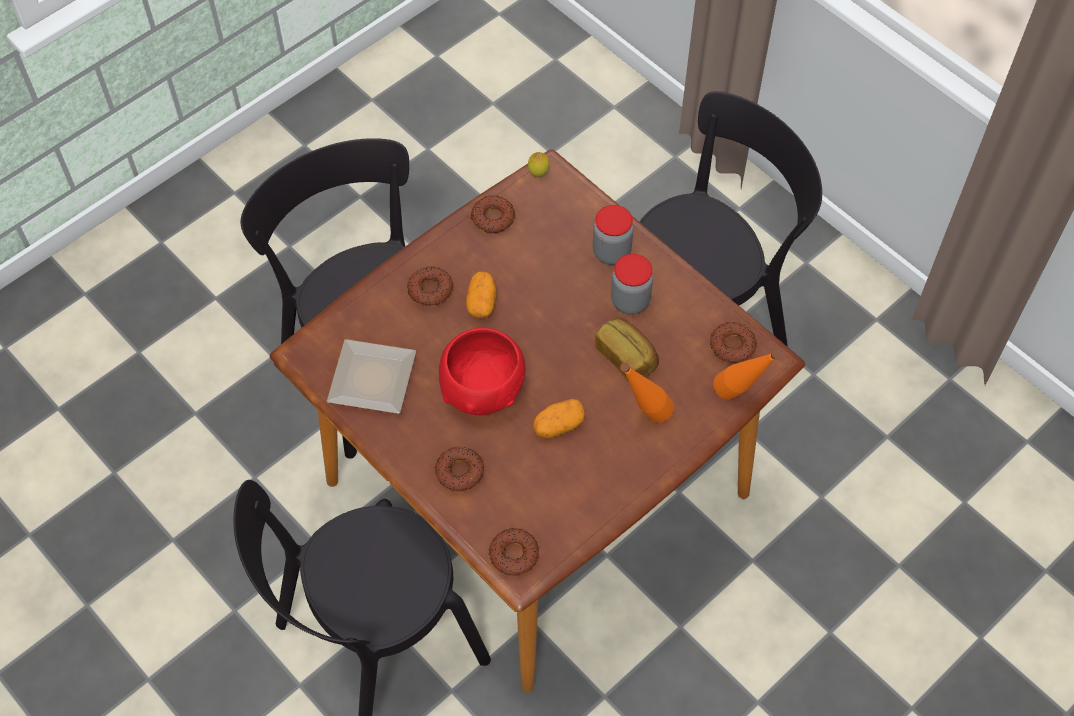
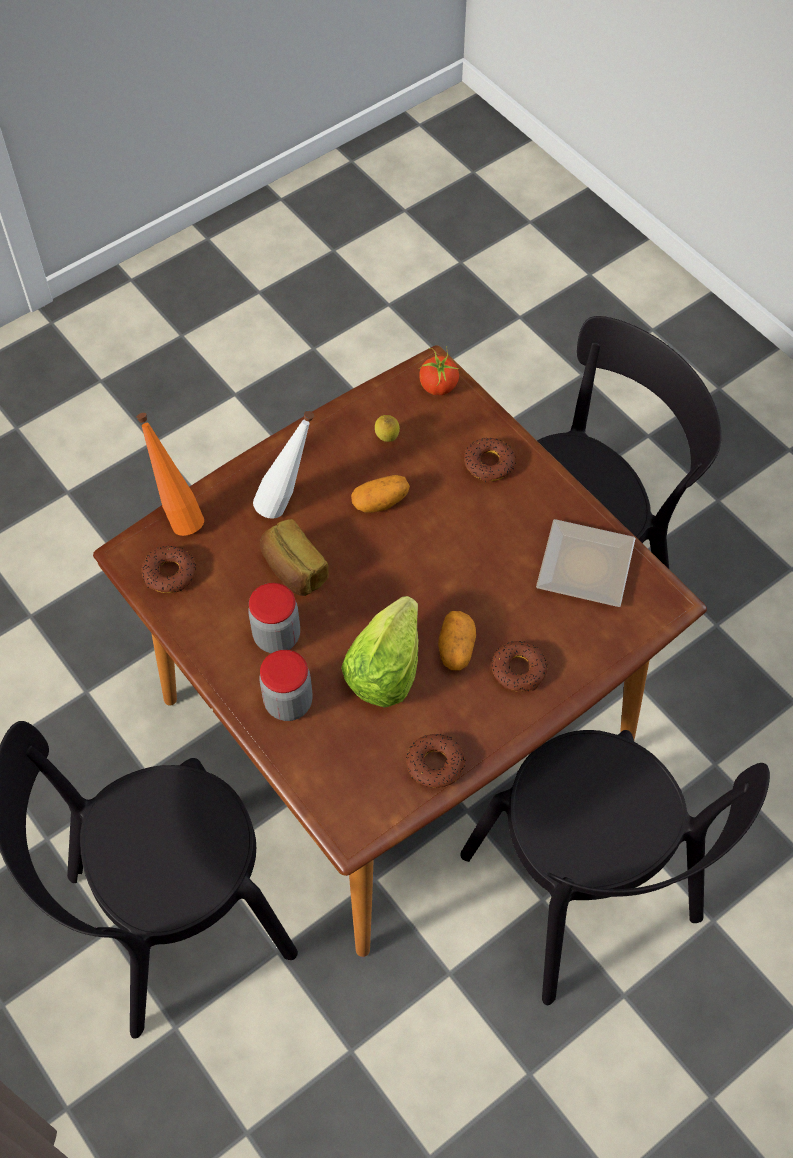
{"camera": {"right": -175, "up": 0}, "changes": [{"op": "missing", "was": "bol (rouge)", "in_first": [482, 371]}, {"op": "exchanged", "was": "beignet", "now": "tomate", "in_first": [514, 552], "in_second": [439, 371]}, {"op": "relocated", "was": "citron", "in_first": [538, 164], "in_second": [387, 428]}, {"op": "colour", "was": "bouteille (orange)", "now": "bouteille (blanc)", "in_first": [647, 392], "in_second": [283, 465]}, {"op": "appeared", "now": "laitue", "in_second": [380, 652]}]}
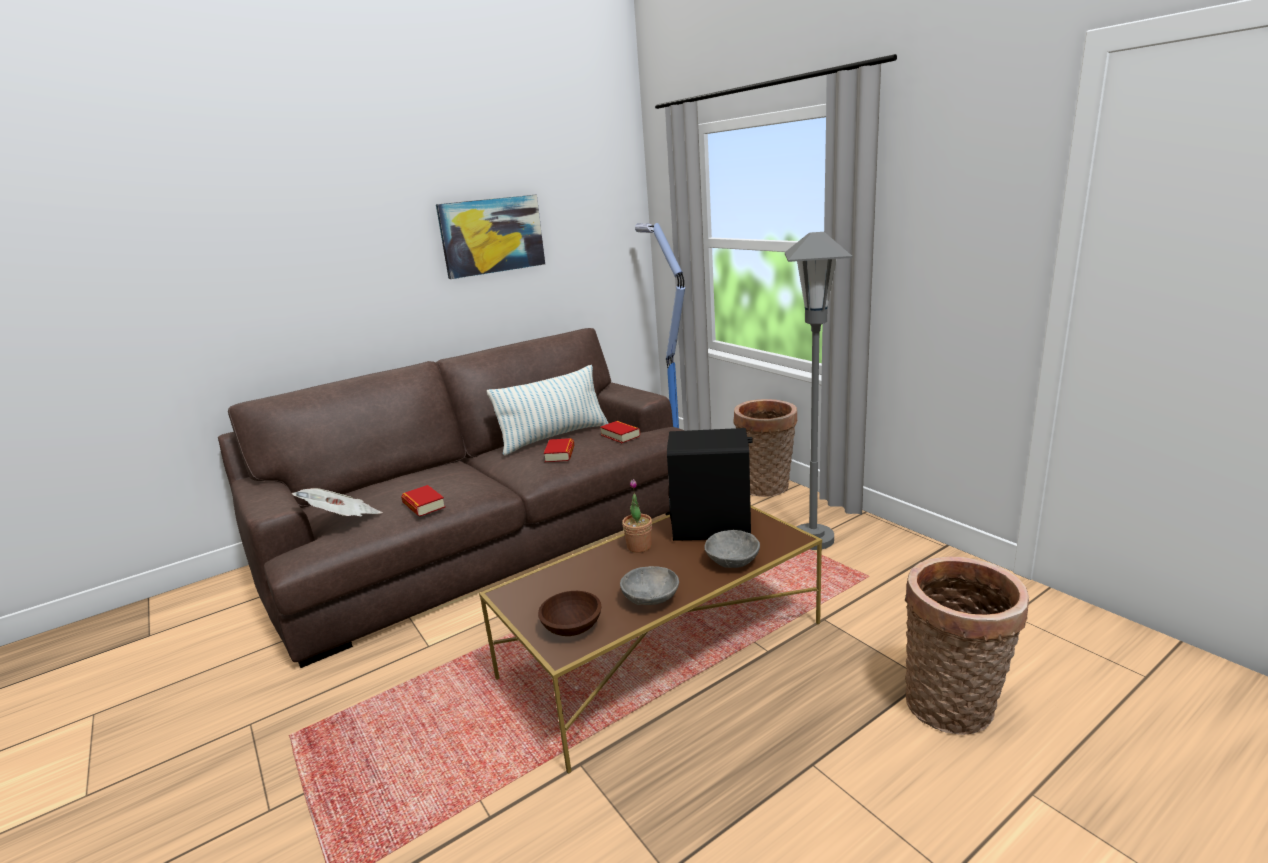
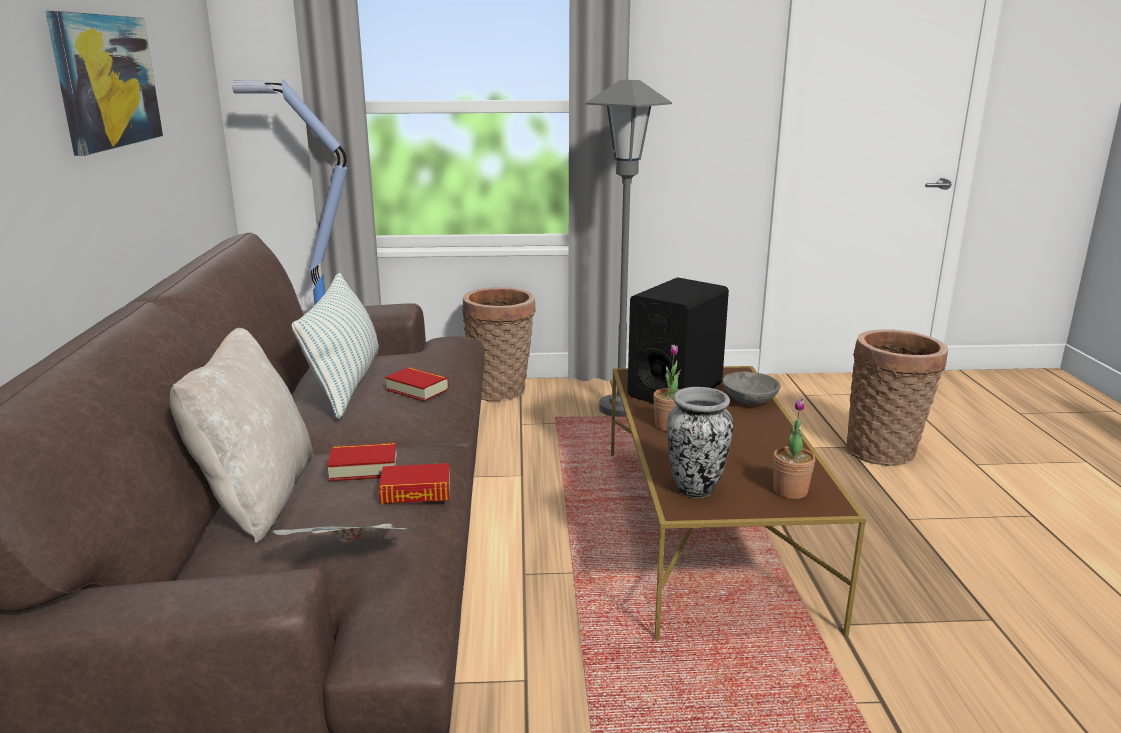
{"camera": {"right": -60, "up": 0}, "changes": [{"op": "exchanged", "was": "bol (marron)", "now": "plante en pot", "in_first": [569, 613], "in_second": [794, 448]}, {"op": "relocated", "was": "livre", "in_first": [620, 432], "in_second": [362, 462]}, {"op": "missing", "was": "bol (gris)", "in_first": [649, 585]}, {"op": "appeared", "now": "coussin (beige)", "in_second": [242, 435]}, {"op": "appeared", "now": "vase", "in_second": [700, 442]}]}
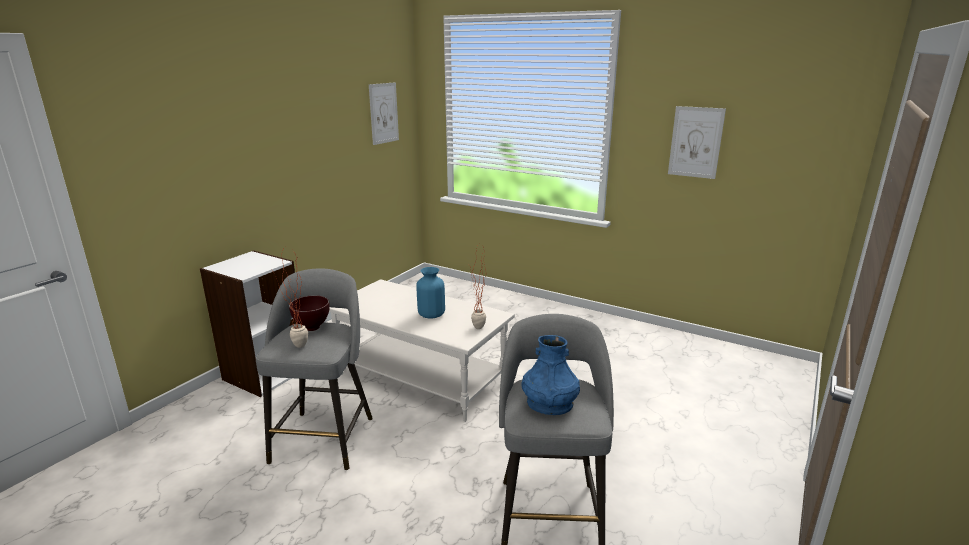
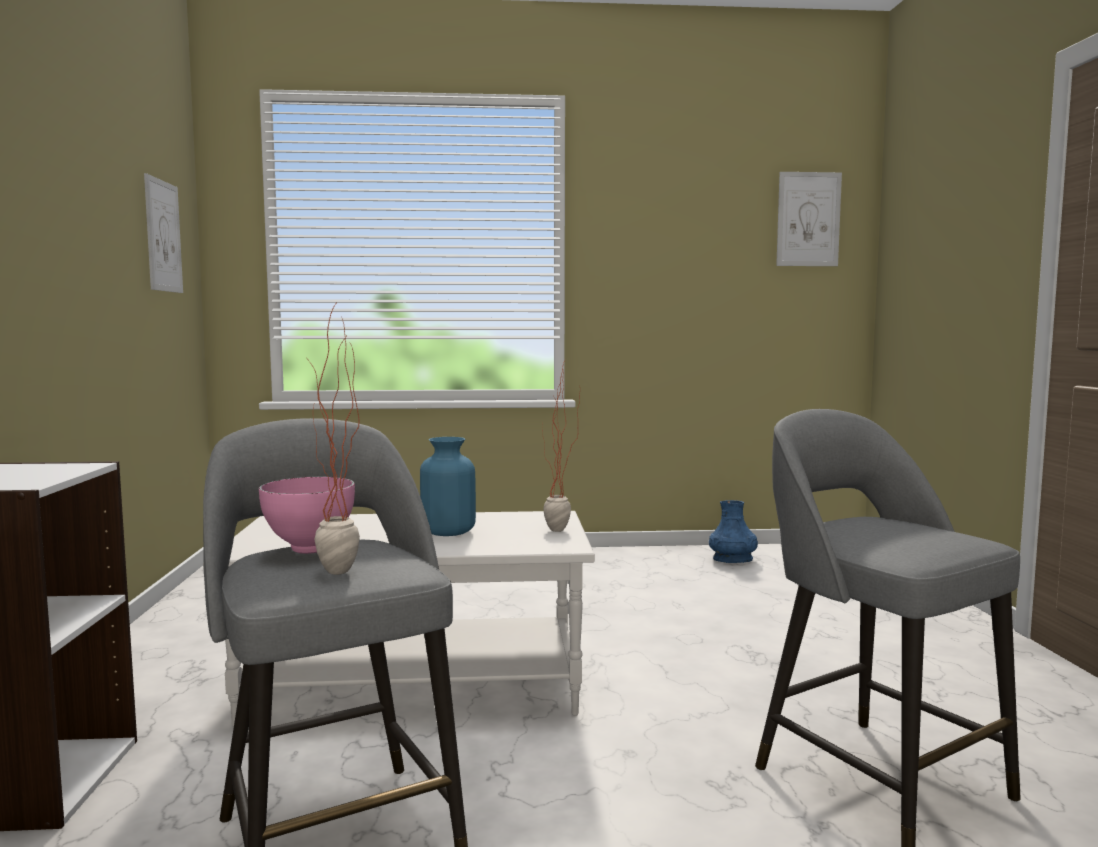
{"camera": {"right": -35, "up": -15}, "changes": [{"op": "colour", "was": "bol (marron)", "now": "bol (rose)", "in_first": [309, 313], "in_second": [307, 515]}, {"op": "relocated", "was": "vase (bleu)", "in_first": [550, 375], "in_second": [733, 531]}, {"op": "relocated", "was": "tableau", "in_first": [697, 142], "in_second": [809, 219]}]}
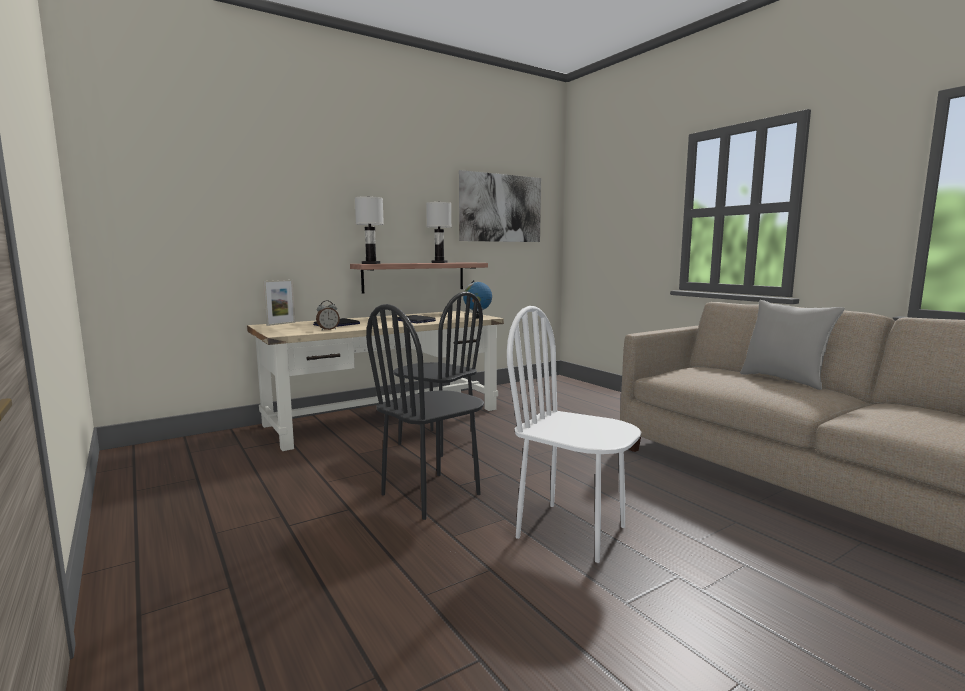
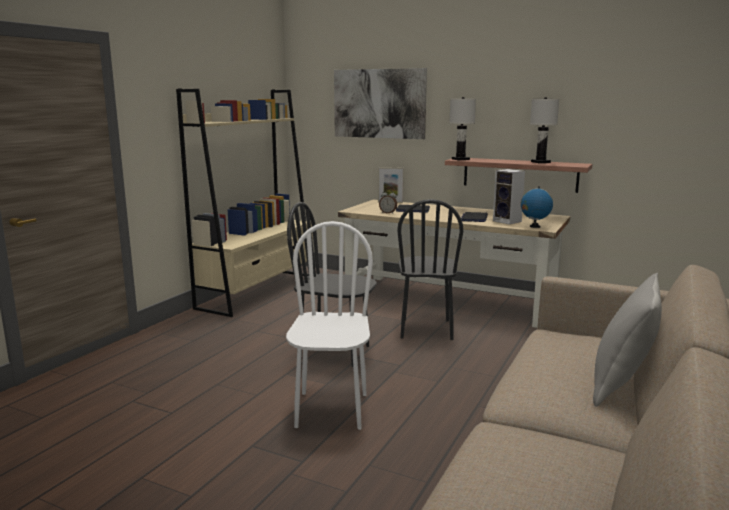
{"camera": {"right": 60, "up": 5}, "changes": [{"op": "relocated", "was": "tableau", "in_first": [500, 206], "in_second": [380, 103]}, {"op": "appeared", "now": "bibliothèque (beige)", "in_second": [244, 202]}, {"op": "appeared", "now": "enceinte", "in_second": [509, 197]}]}
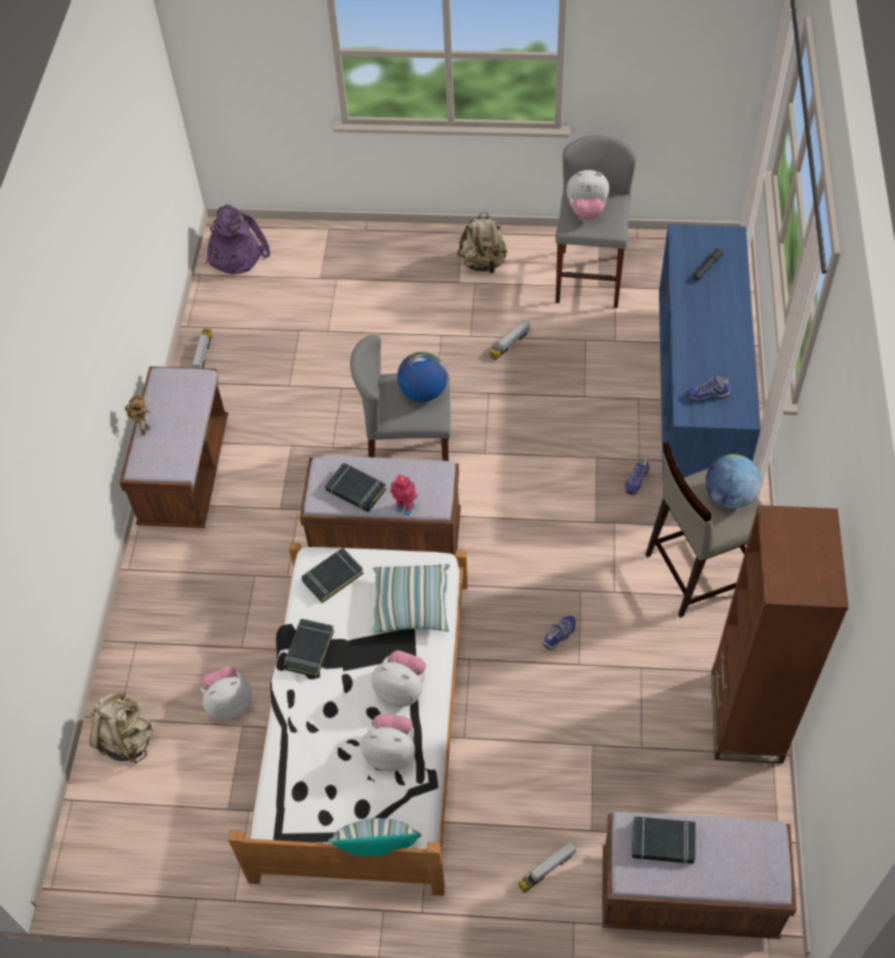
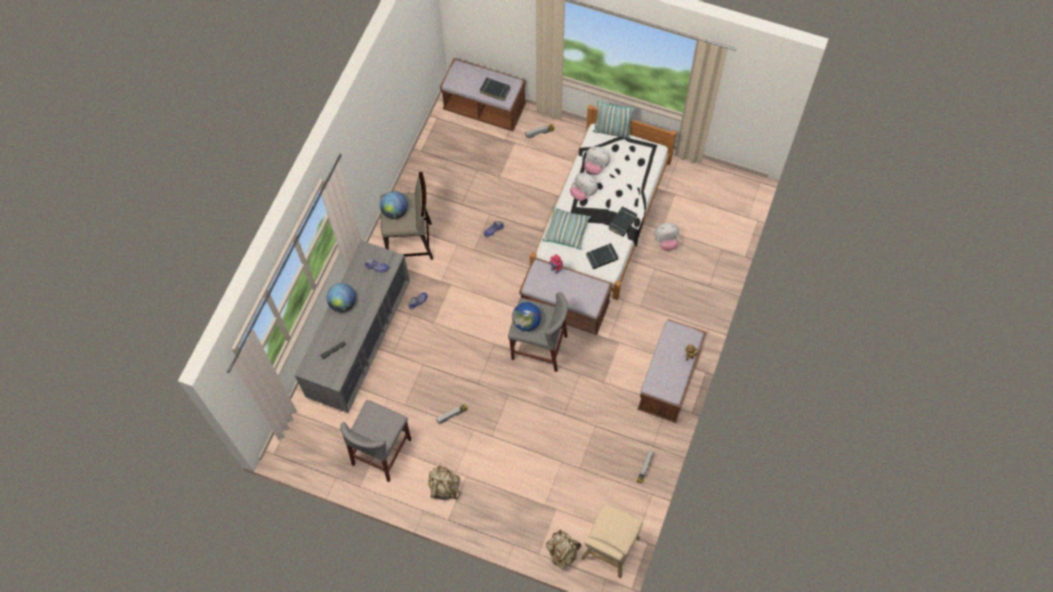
{"camera": {"right": -165, "up": 10}, "changes": [{"op": "relocated", "was": "sac à dos (beige)", "in_first": [121, 728], "in_second": [563, 549]}, {"op": "exchanged", "was": "sac à dos (violet)", "now": "tabouret (beige)", "in_first": [237, 239], "in_second": [612, 541]}, {"op": "missing", "was": "livre (noir)", "in_first": [355, 487]}, {"op": "missing", "was": "peluche", "in_first": [587, 195]}, {"op": "colour", "was": "commode (bleu)", "now": "commode (gris)", "in_first": [710, 351], "in_second": [352, 326]}, {"op": "missing", "was": "bibliothèque (marron)", "in_first": [780, 634]}, {"op": "appeared", "now": "globe", "in_second": [341, 297]}]}
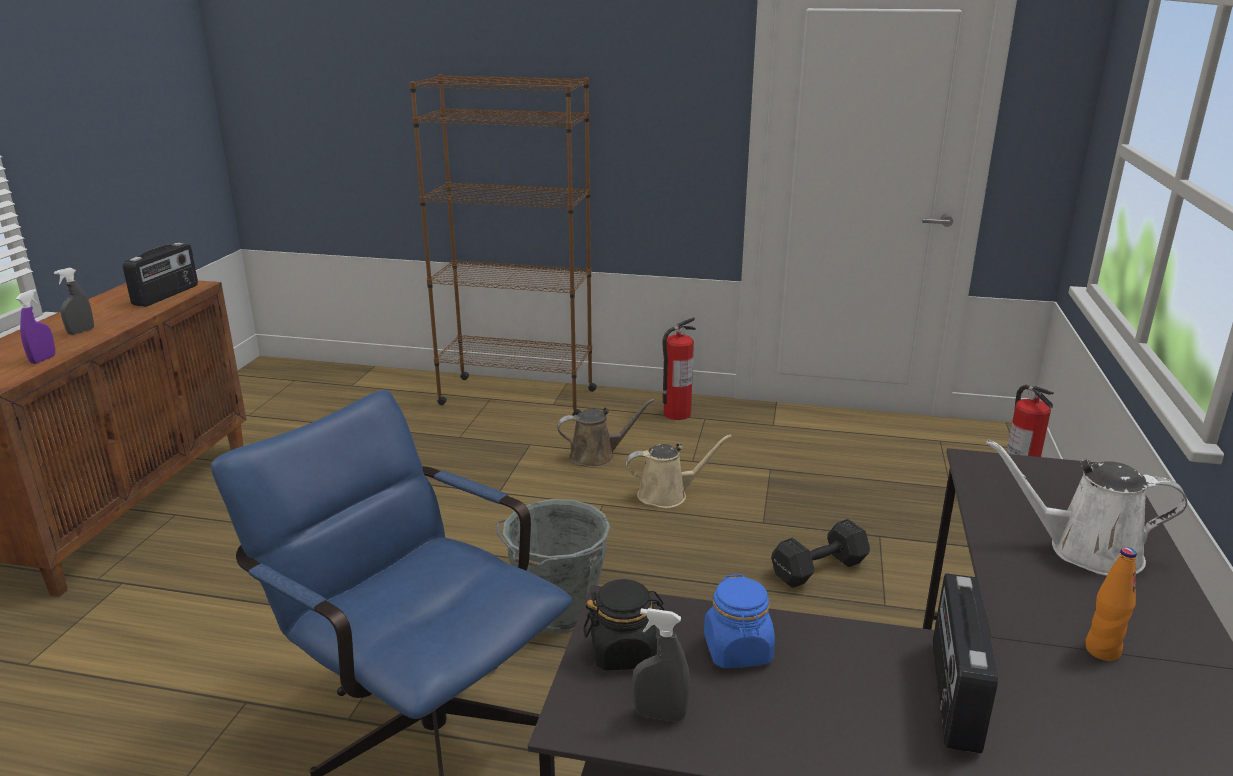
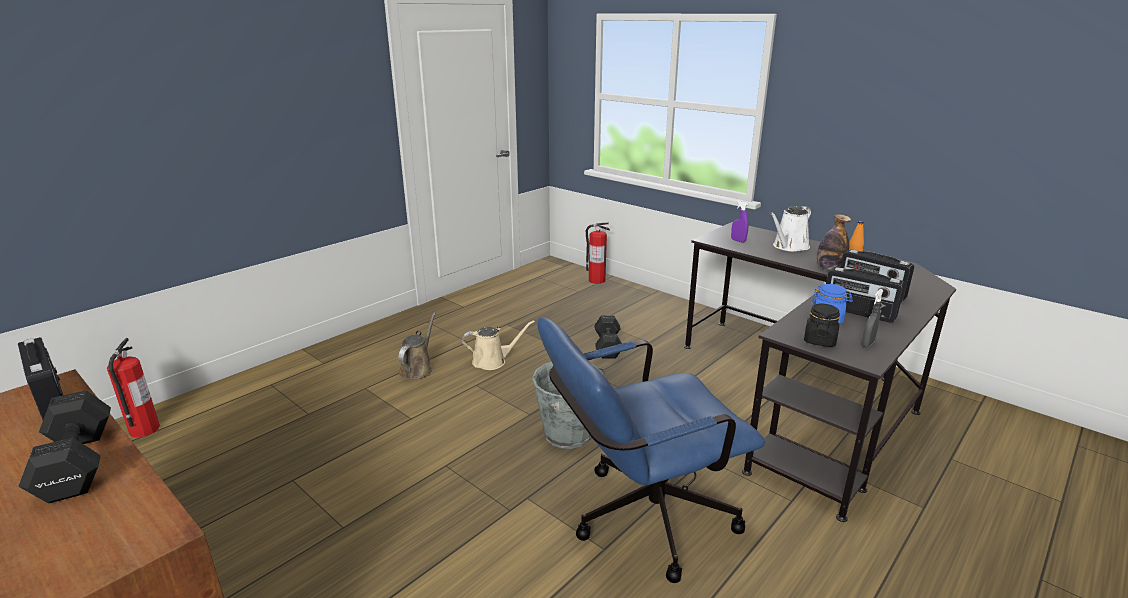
{"camera": {"right": -60, "up": 0}, "changes": [{"op": "relocated", "was": "vaporisateur (violet)", "in_first": [35, 326], "in_second": [739, 221]}, {"op": "exchanged", "was": "vaporisateur (gris)", "now": "haltère (noir)", "in_first": [74, 301], "in_second": [65, 447]}, {"op": "missing", "was": "bibliothèque (marron)", "in_first": [503, 245]}, {"op": "spun", "was": "arrosoir (beige)", "in_first": [679, 471], "in_second": [498, 345], "clockwise": 60}, {"op": "relocated", "was": "extincteur", "in_first": [679, 368], "in_second": [133, 388]}, {"op": "appeared", "now": "bouteille", "in_second": [834, 242]}, {"op": "appeared", "now": "radio", "in_second": [865, 295]}]}
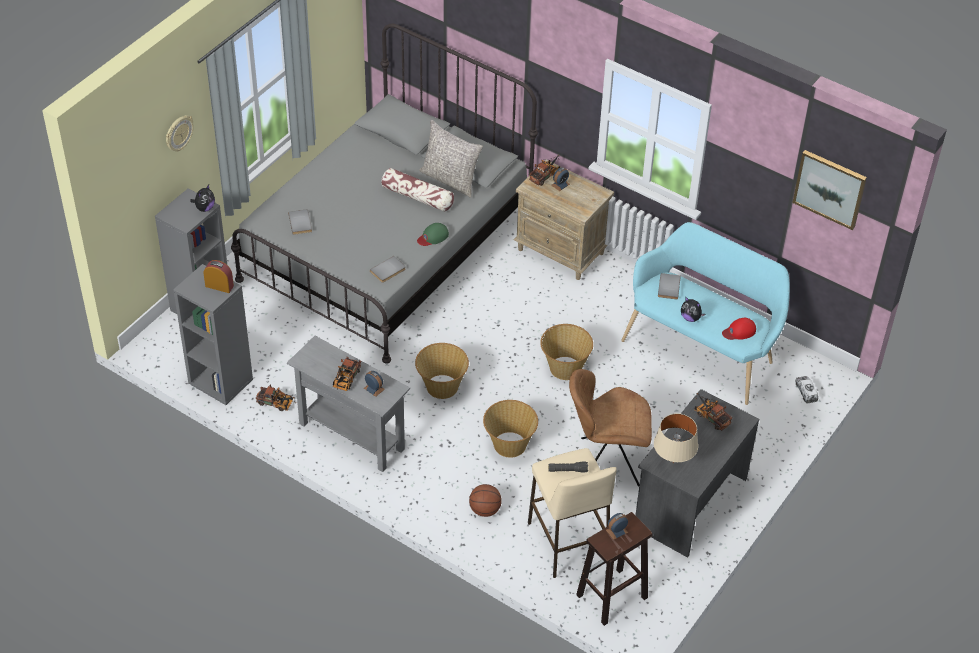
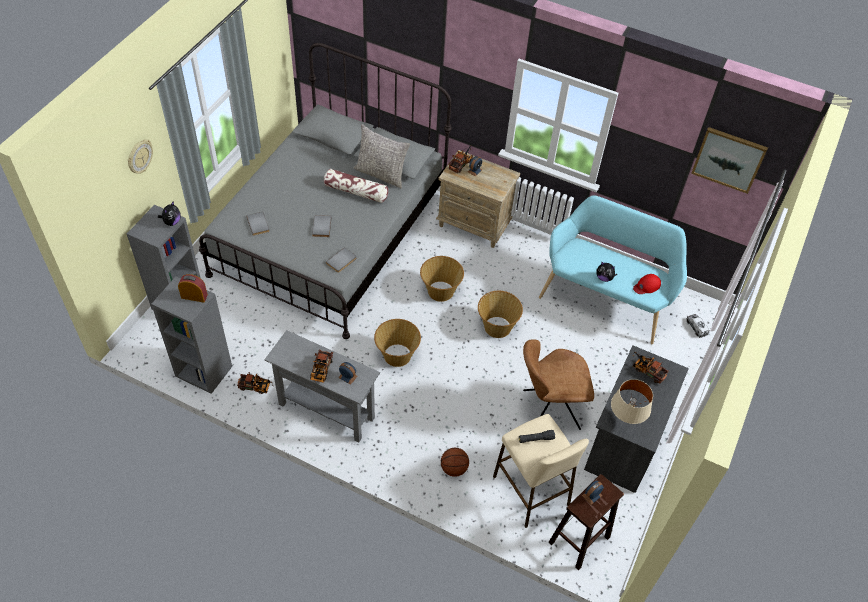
{"camera": {"right": -10, "up": 5}, "changes": [{"op": "missing", "was": "casquette (vert)", "in_first": [433, 234]}, {"op": "relocated", "was": "panier", "in_first": [510, 429], "in_second": [442, 279]}, {"op": "relocated", "was": "livre (gris)", "in_first": [669, 286], "in_second": [322, 226]}]}
